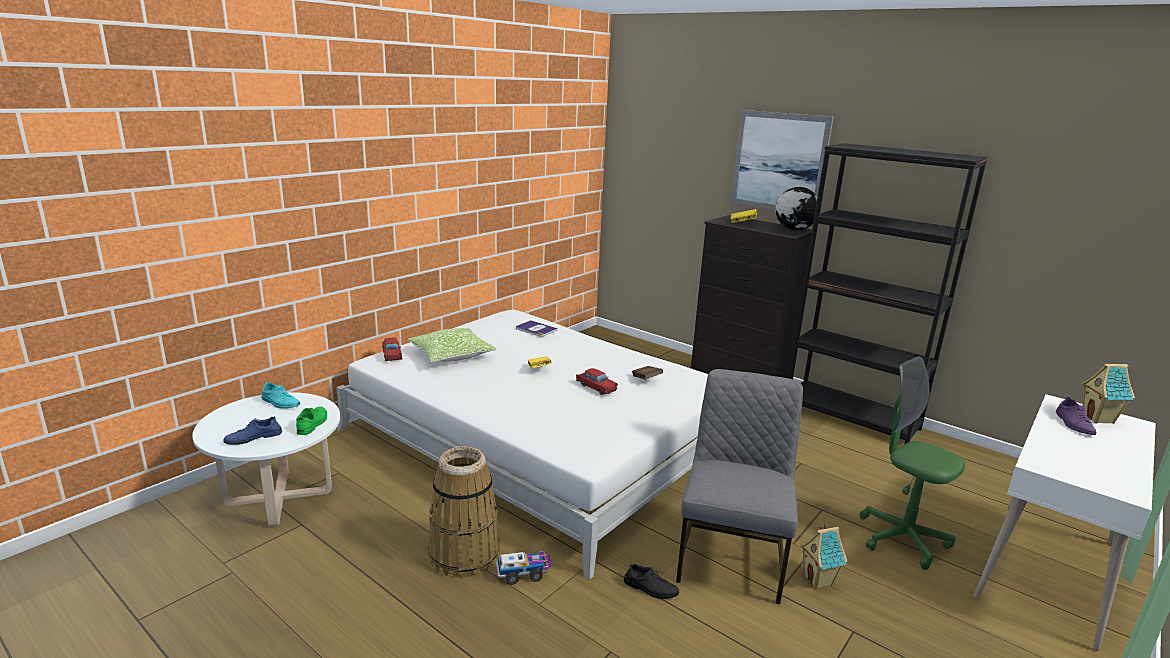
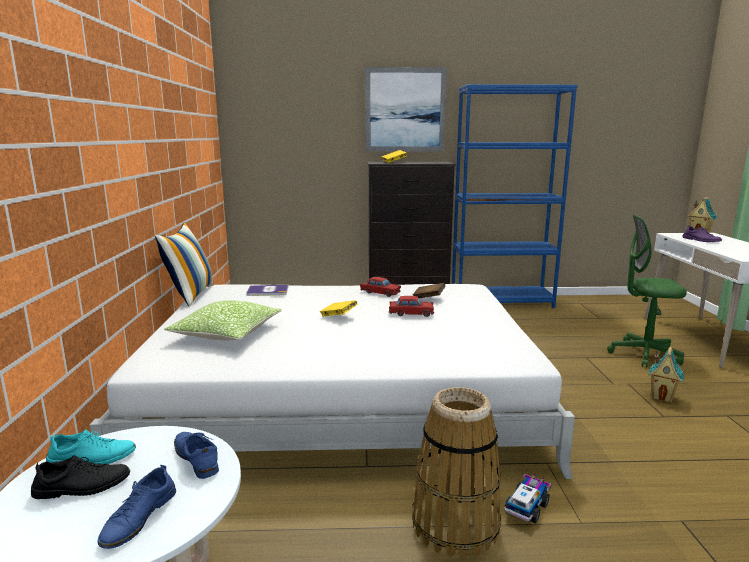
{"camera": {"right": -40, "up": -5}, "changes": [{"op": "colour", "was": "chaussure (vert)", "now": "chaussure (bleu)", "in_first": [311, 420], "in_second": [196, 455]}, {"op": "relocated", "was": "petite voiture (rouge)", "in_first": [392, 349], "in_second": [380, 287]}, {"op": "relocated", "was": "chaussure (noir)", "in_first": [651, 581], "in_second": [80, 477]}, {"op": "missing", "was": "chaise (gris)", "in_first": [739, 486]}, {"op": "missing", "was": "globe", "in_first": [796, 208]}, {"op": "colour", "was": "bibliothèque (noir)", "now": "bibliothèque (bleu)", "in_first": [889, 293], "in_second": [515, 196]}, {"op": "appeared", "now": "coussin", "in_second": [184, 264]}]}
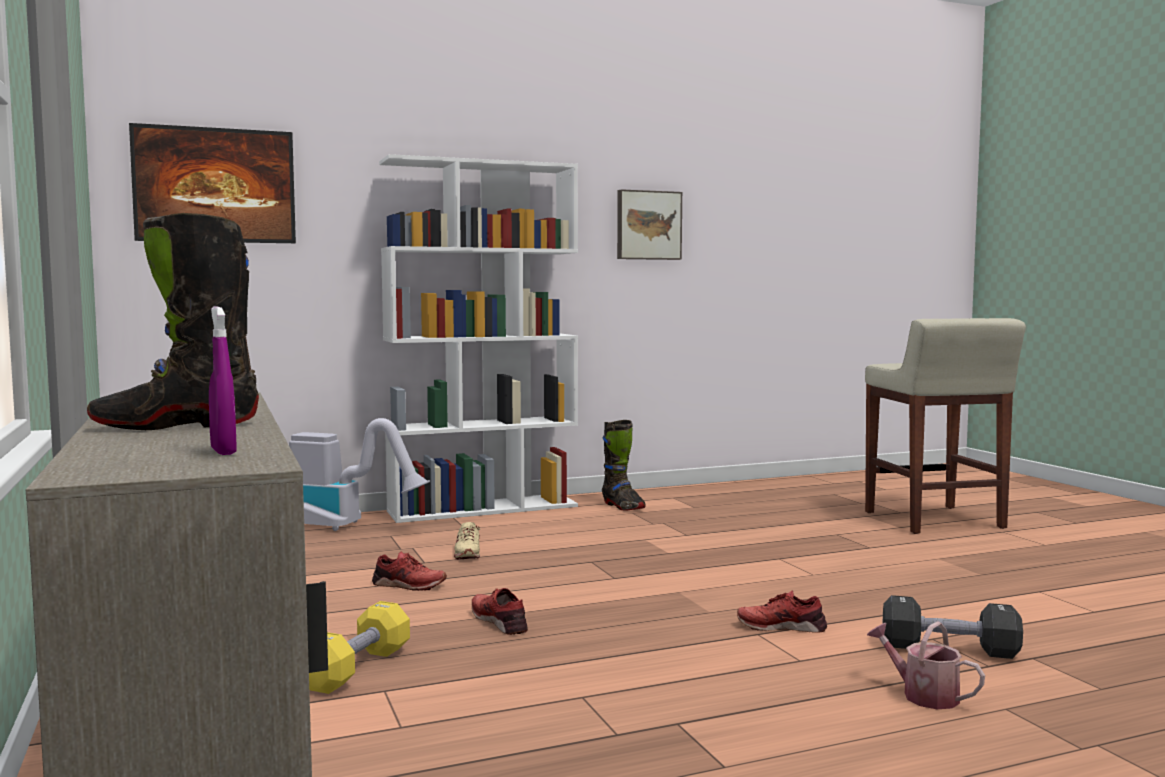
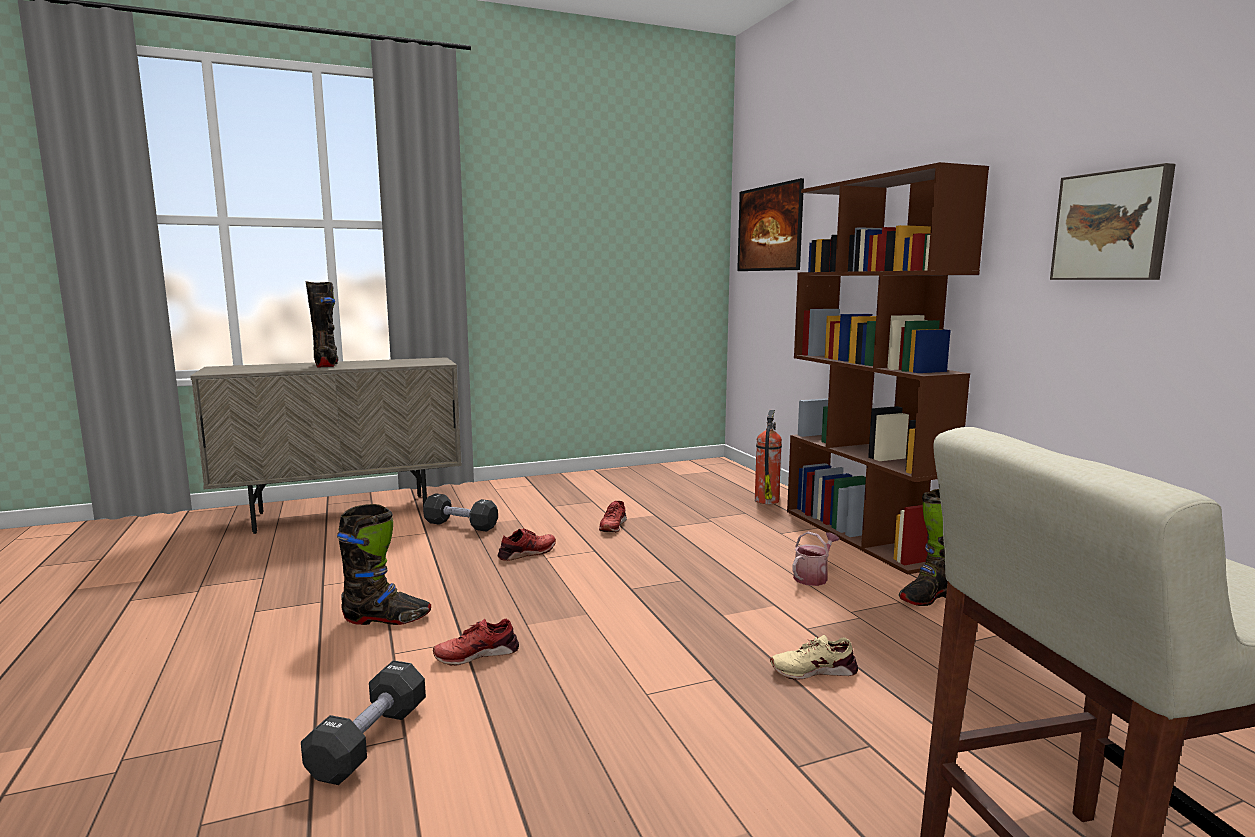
{"camera": {"right": 90, "up": 5}, "changes": [{"op": "missing", "was": "vaporisateur (violet)", "in_first": [223, 380]}, {"op": "exchanged", "was": "aspirateur", "now": "extincteur", "in_first": [359, 474], "in_second": [768, 457]}, {"op": "colour", "was": "haltère (jaune)", "now": "haltère (noir)", "in_first": [359, 647], "in_second": [460, 512]}, {"op": "colour", "was": "bibliothèque (blanc)", "now": "bibliothèque (marron)", "in_first": [478, 338], "in_second": [888, 368]}, {"op": "relocated", "was": "chaussure (beige)", "in_first": [467, 541], "in_second": [814, 657]}, {"op": "spun", "was": "chaussure (rouge)", "in_first": [782, 612], "in_second": [476, 642], "clockwise": -120}, {"op": "relocated", "was": "arrosoir", "in_first": [926, 665], "in_second": [815, 558]}, {"op": "appeared", "now": "botte (noir)", "in_second": [384, 564]}]}
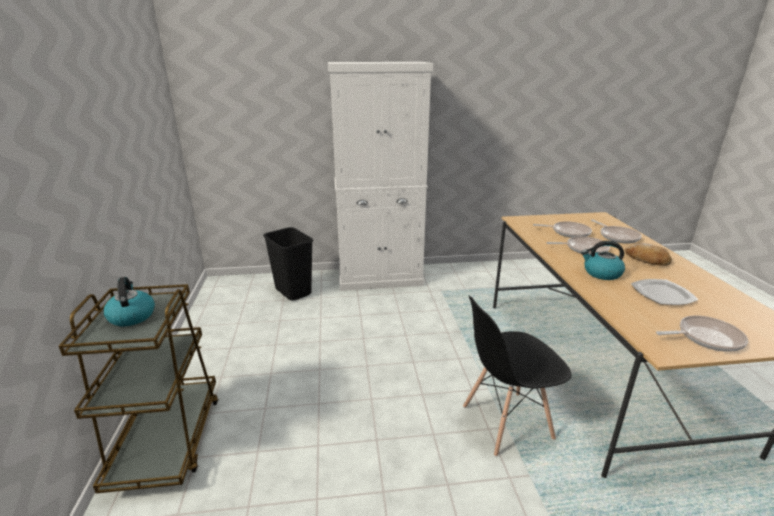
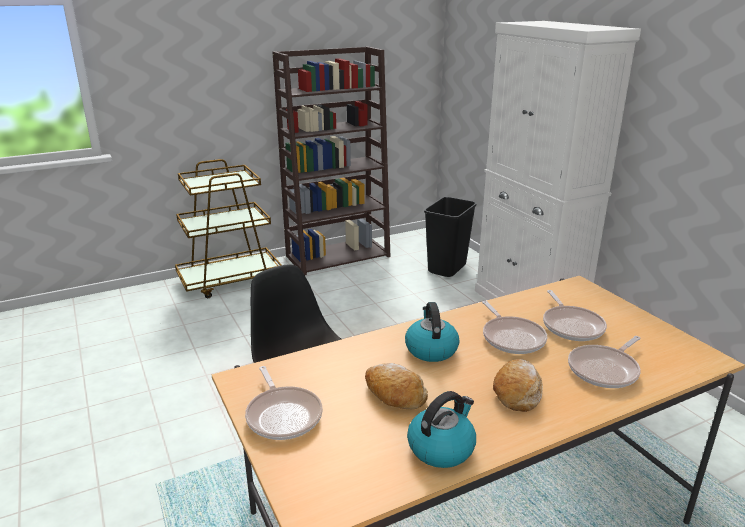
{"camera": {"right": 70, "up": 0}, "changes": [{"op": "relocated", "was": "bouilloire", "in_first": [129, 301], "in_second": [441, 429]}, {"op": "exchanged", "was": "assiette", "now": "pain", "in_first": [664, 292], "in_second": [396, 386]}, {"op": "appeared", "now": "bibliothèque (marron)", "in_second": [331, 161]}]}
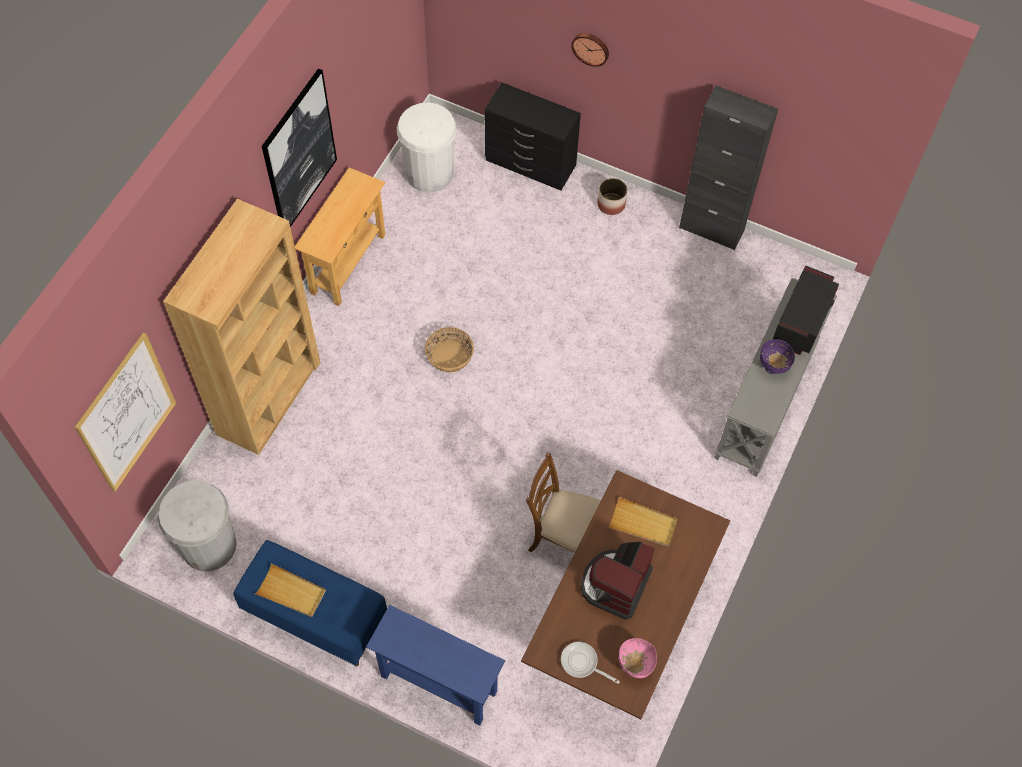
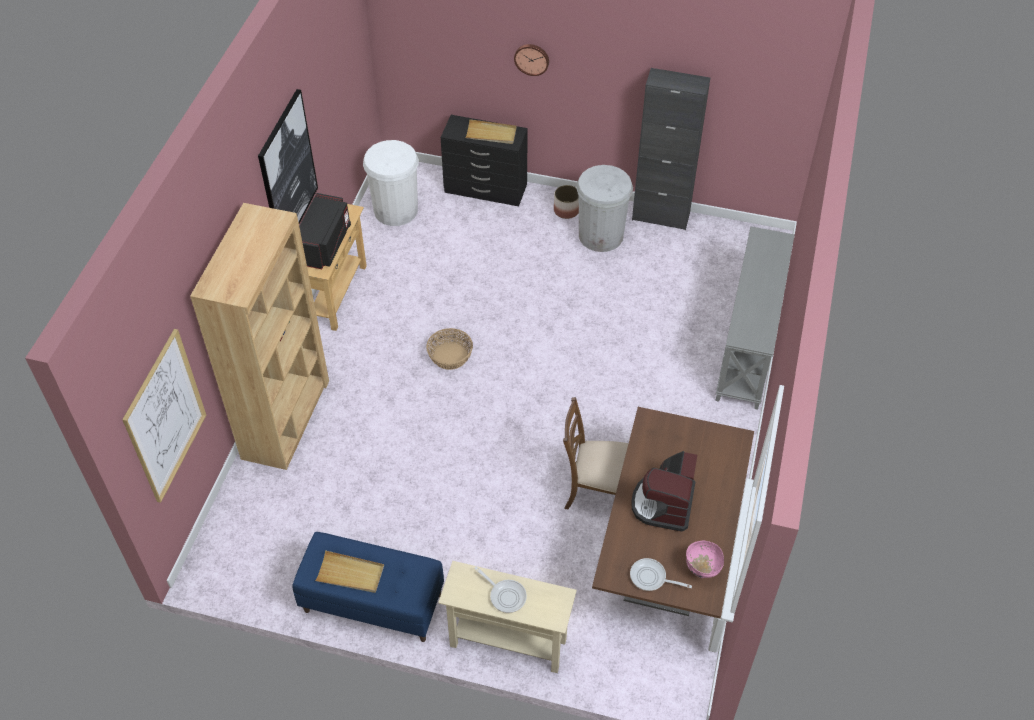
{"camera": {"right": -10, "up": -10}, "changes": [{"op": "relocated", "was": "poubelle (blanc)", "in_first": [197, 526], "in_second": [604, 208]}, {"op": "colour", "was": "table console (bleu)", "now": "table console (beige)", "in_first": [435, 665], "in_second": [507, 617]}, {"op": "relocated", "was": "plateau (beige)", "in_first": [643, 522], "in_second": [491, 131]}, {"op": "missing", "was": "bol (violet)", "in_first": [777, 356]}, {"op": "relocated", "was": "micro-ondes (noir)", "in_first": [806, 310], "in_second": [325, 231]}, {"op": "appeared", "now": "poêle", "in_second": [500, 589]}]}
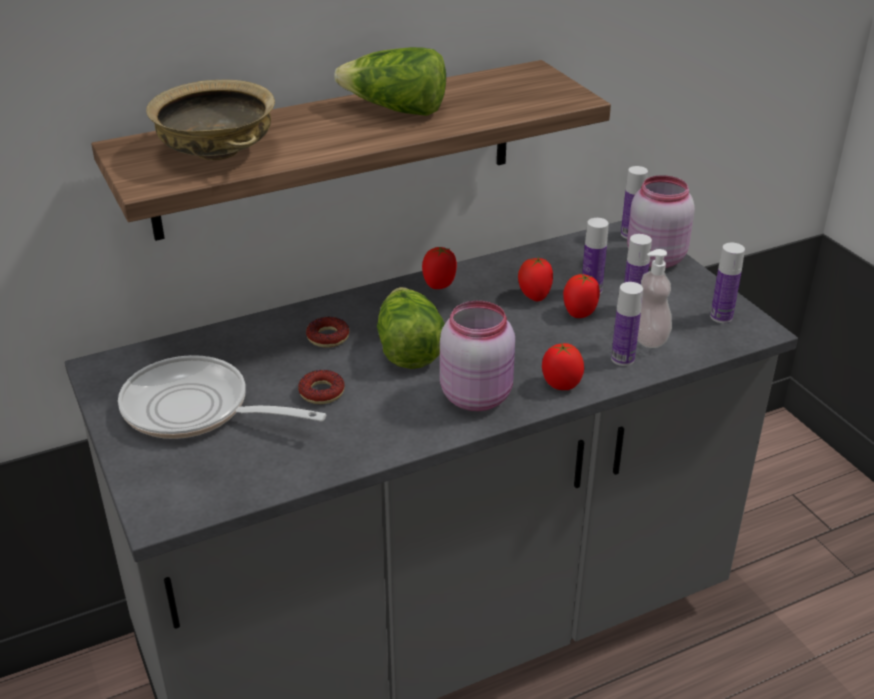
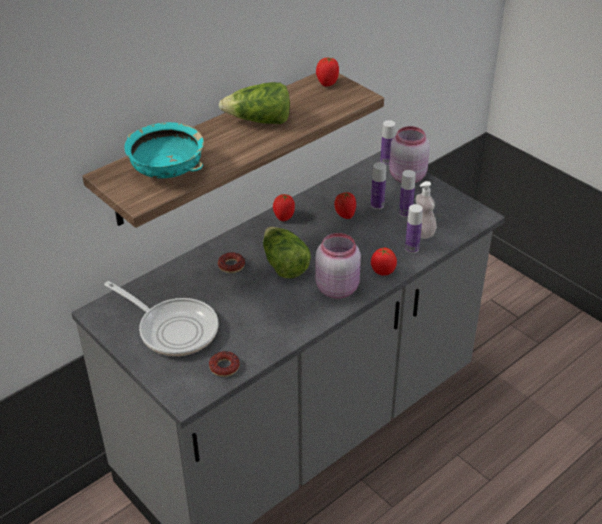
{"camera": {"right": -15, "up": 5}, "changes": [{"op": "spun", "was": "poêle", "in_first": [222, 397], "in_second": [161, 318], "clockwise": -150}, {"op": "colour", "was": "bol (beige)", "now": "bol (turquoise)", "in_first": [210, 120], "in_second": [164, 150]}, {"op": "relocated", "was": "beignet", "in_first": [321, 387], "in_second": [224, 364]}, {"op": "relocated", "was": "tomate", "in_first": [581, 296], "in_second": [327, 72]}, {"op": "missing", "was": "bouteille", "in_first": [727, 283]}]}
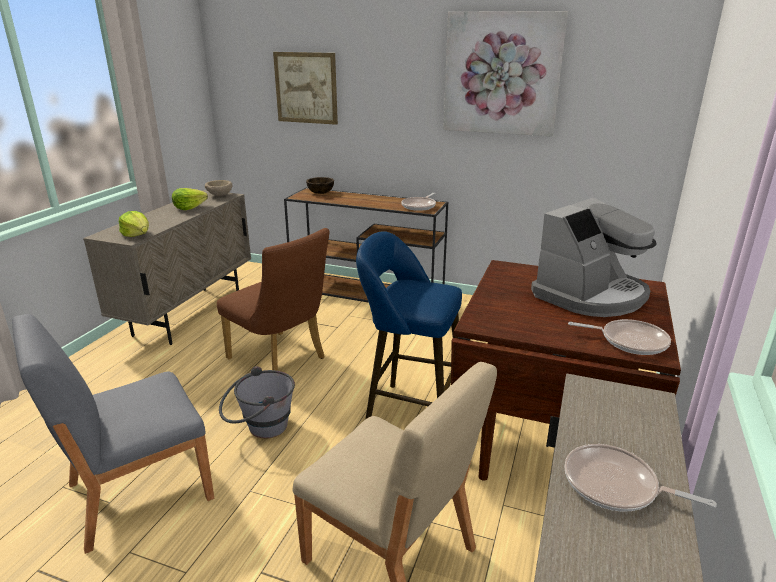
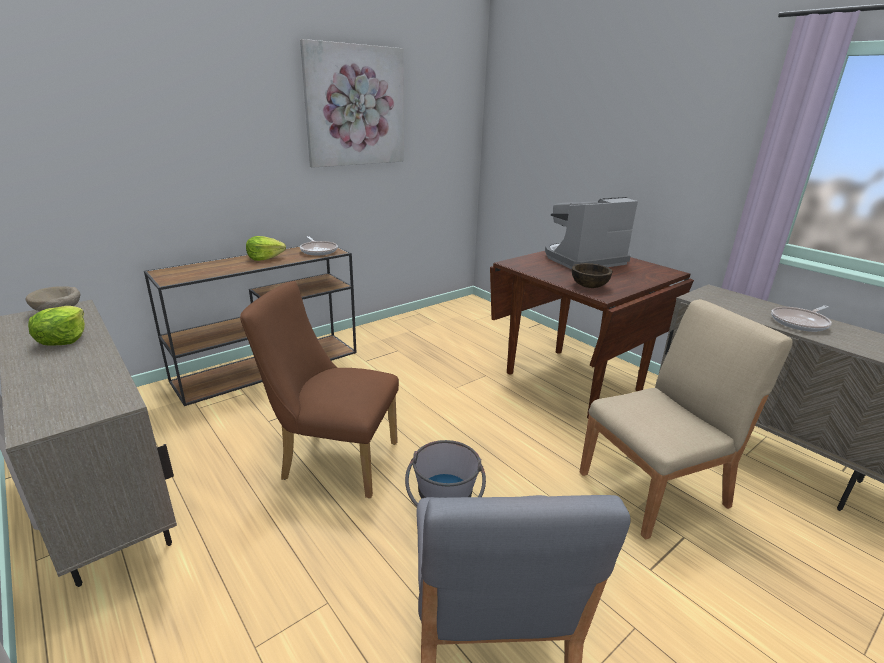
{"camera": {"right": -60, "up": 0}, "changes": [{"op": "relocated", "was": "laitue", "in_first": [134, 224], "in_second": [266, 248]}, {"op": "spun", "was": "chaise (marron)", "in_first": [273, 299], "in_second": [319, 389], "clockwise": -150}, {"op": "missing", "was": "tableau", "in_first": [305, 88]}, {"op": "relocated", "was": "bol (marron)", "in_first": [320, 185], "in_second": [592, 275]}, {"op": "missing", "was": "tabouret (bleu)", "in_first": [409, 325]}, {"op": "spun", "was": "machine à café", "in_first": [594, 257], "in_second": [591, 233], "clockwise": -105}, {"op": "missing", "was": "poêle", "in_first": [619, 337]}]}
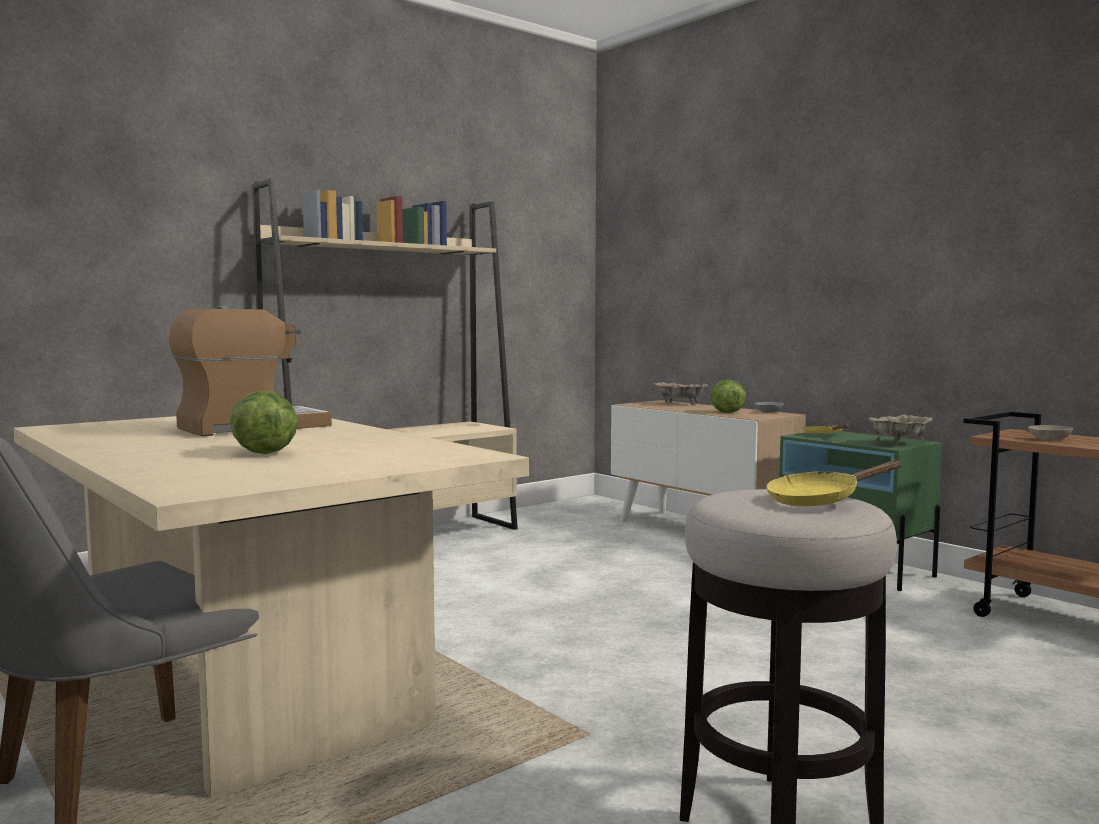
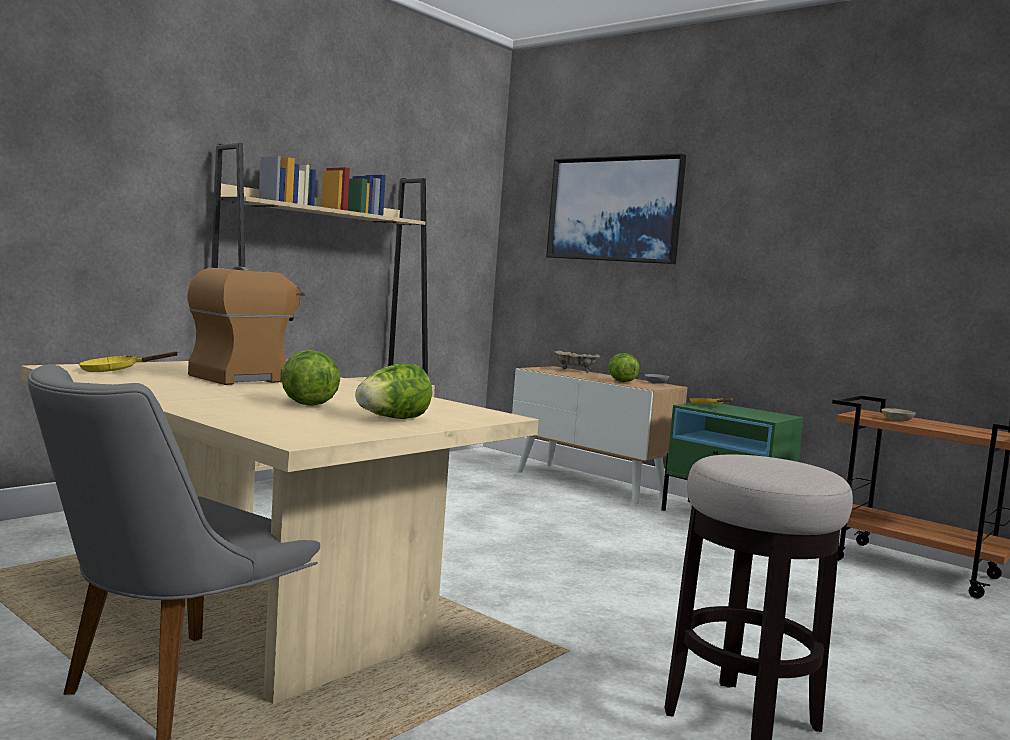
{"camera": {"right": -10, "up": 0}, "changes": [{"op": "relocated", "was": "poêle (jaune)", "in_first": [834, 483], "in_second": [129, 361]}, {"op": "missing", "was": "bol (beige)", "in_first": [900, 429]}, {"op": "appeared", "now": "laitue", "in_second": [393, 391]}, {"op": "appeared", "now": "tableau", "in_second": [616, 208]}]}
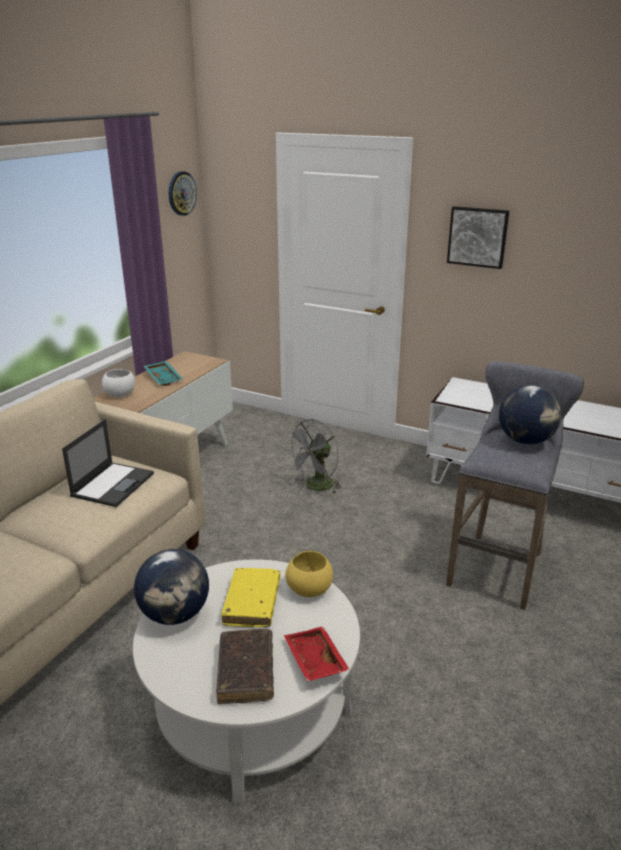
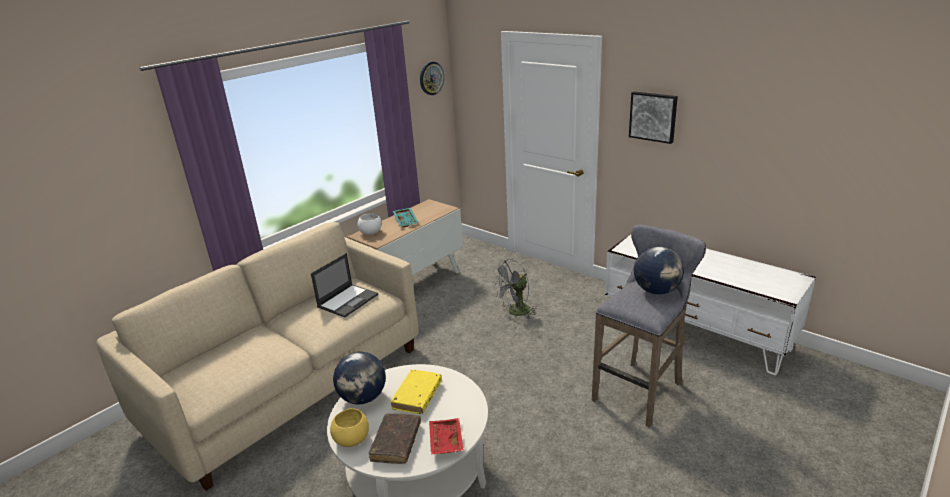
{"camera": {"right": 15, "up": 0}, "changes": [{"op": "relocated", "was": "bol (jaune)", "in_first": [309, 574], "in_second": [349, 427]}]}
